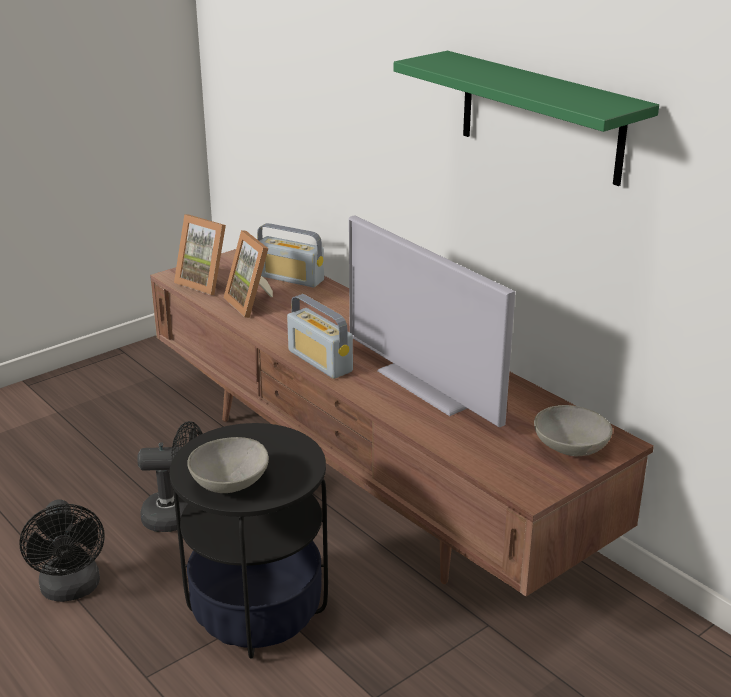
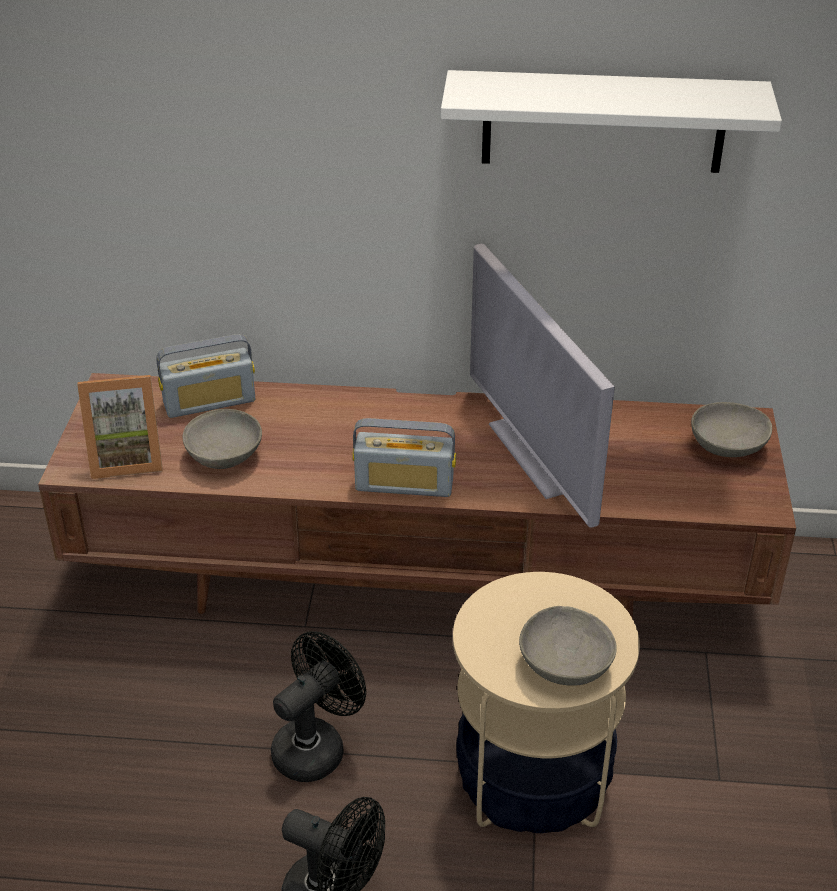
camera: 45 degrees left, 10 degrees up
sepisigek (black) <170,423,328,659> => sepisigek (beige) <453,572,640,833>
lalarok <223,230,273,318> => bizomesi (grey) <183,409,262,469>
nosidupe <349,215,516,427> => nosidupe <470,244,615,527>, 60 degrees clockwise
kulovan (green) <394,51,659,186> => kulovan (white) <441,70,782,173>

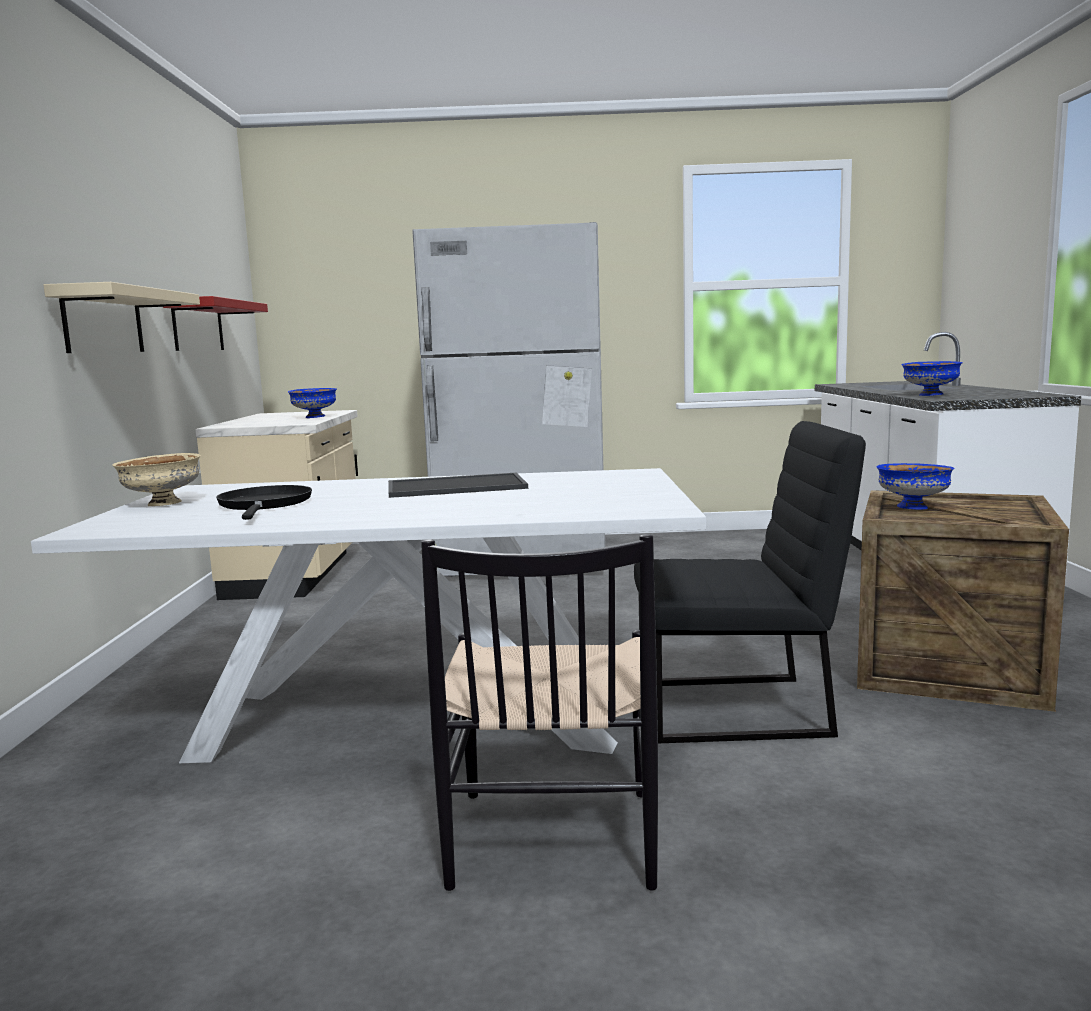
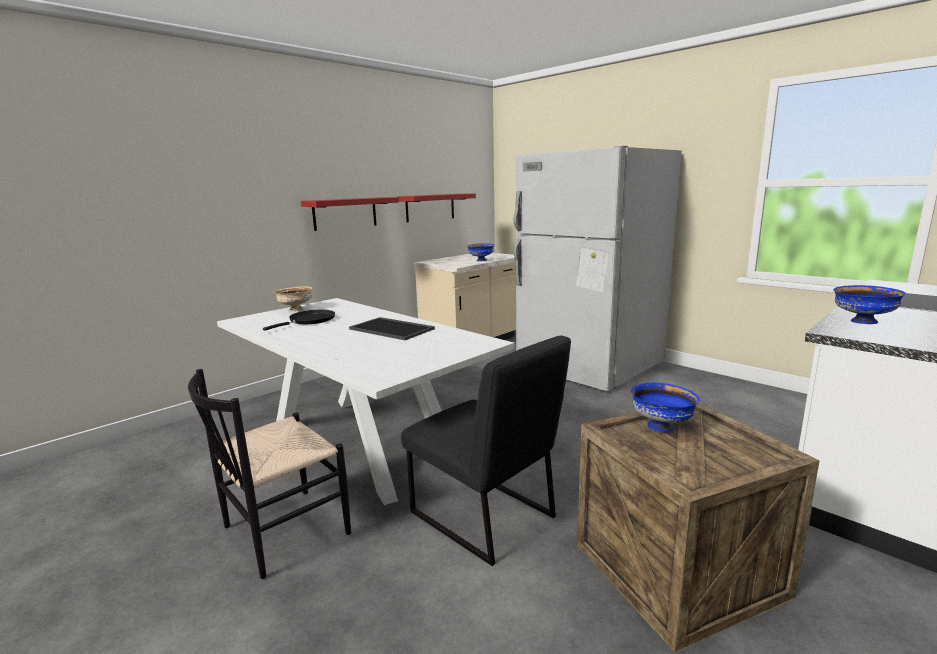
camera: 45 degrees right, 5 degrees up
kulovan (beige) <44,282,200,353> => kulovan (red) <301,197,399,231>

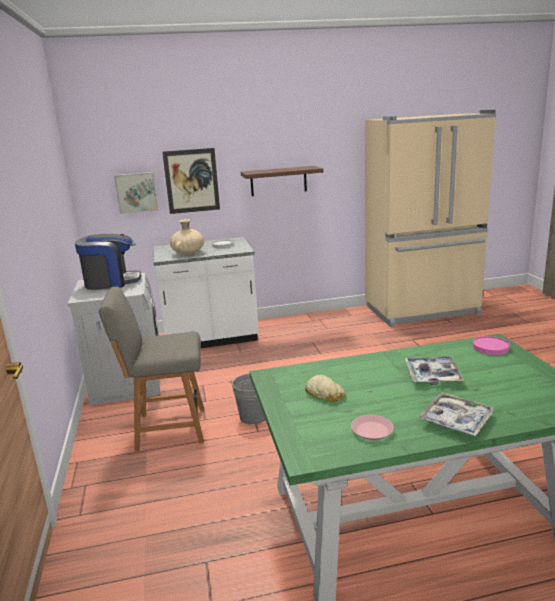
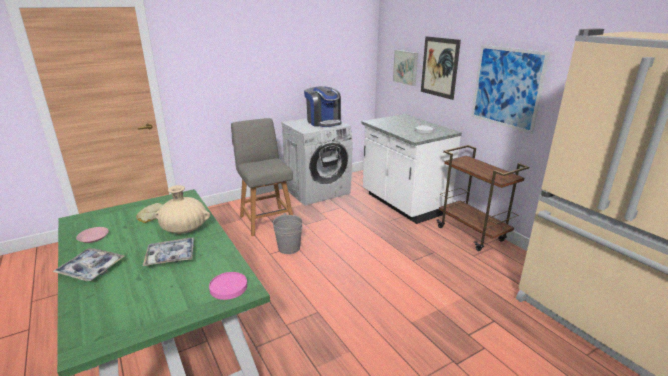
camera: 70 degrees right, 5 degrees up
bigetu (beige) <170,219,204,255> => bigetu (beige) <155,185,210,234>, shifted
kulovan <241,166,323,196> => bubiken <471,45,550,134>
nothing => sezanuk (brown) <437,145,529,251>

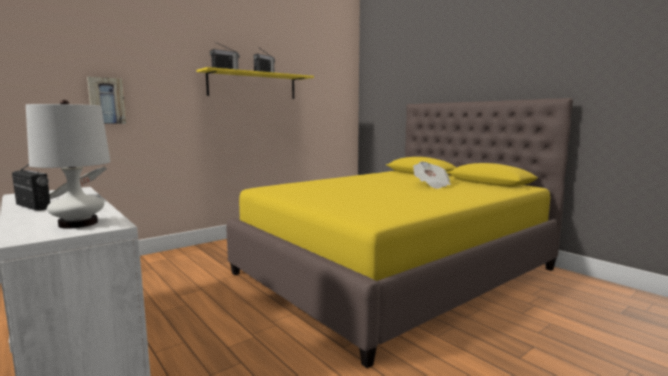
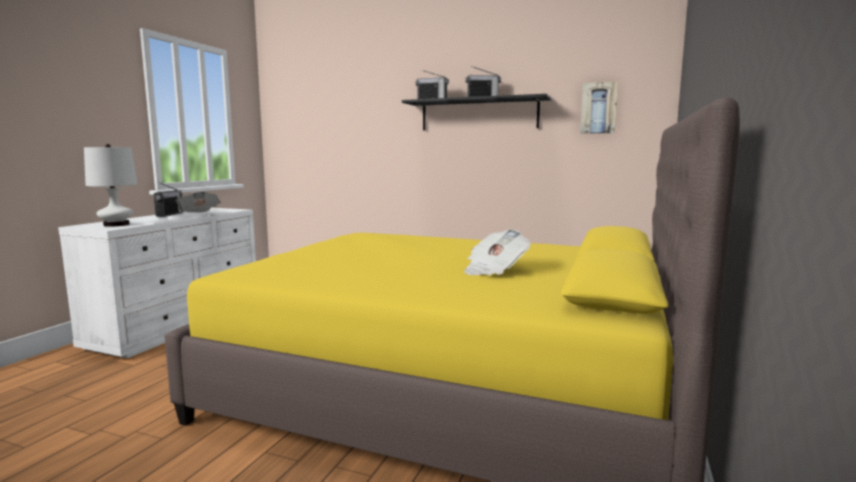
camera: 60 degrees right, 0 degrees up
bubiken <87,77,126,124> => bubiken <580,82,618,134>, shifted
kulovan (yellow) <196,67,314,99> => kulovan (black) <402,94,552,131>

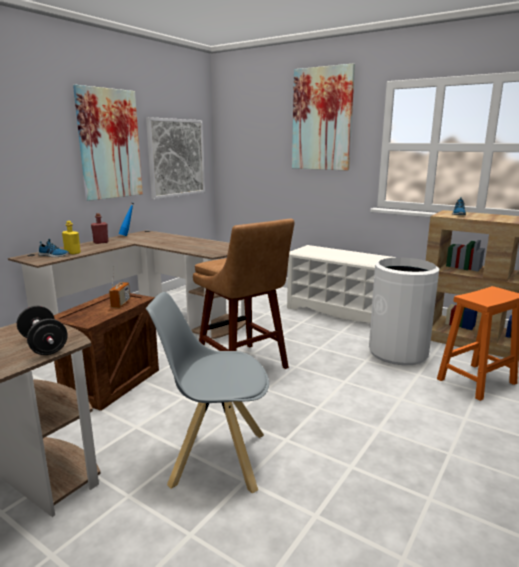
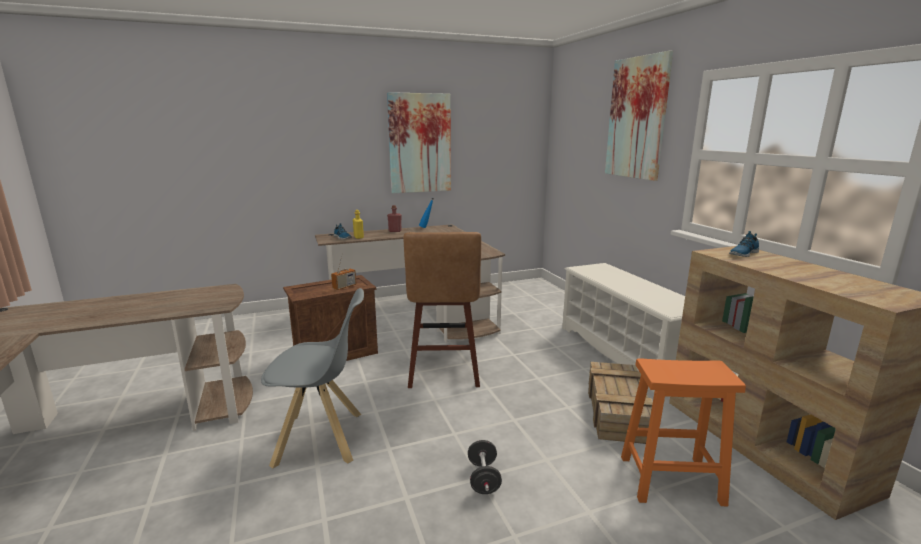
camera: 35 degrees right, 0 degrees up
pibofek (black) <17,306,68,355> => pibofek (black) <468,440,502,494>, shifted
bubiken <146,117,205,199> => nothing
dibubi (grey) <146,292,269,494> => dibubi (grey) <261,288,364,469>, 135 degrees clockwise
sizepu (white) <369,257,439,366> => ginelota <588,362,653,444>

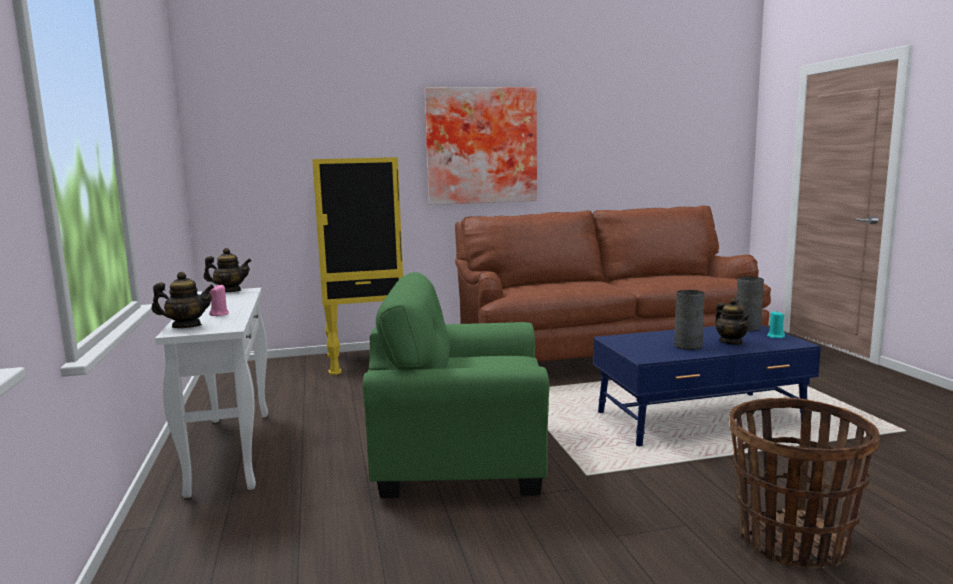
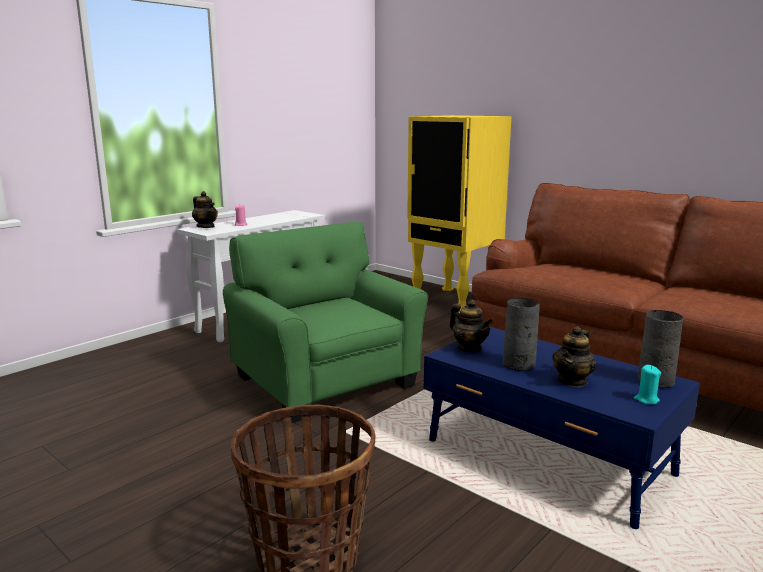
camera: 55 degrees right, 5 degrees up
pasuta <204,248,251,292> => pasuta <449,300,493,352>, shifted
bubiken <425,87,537,205> => nothing

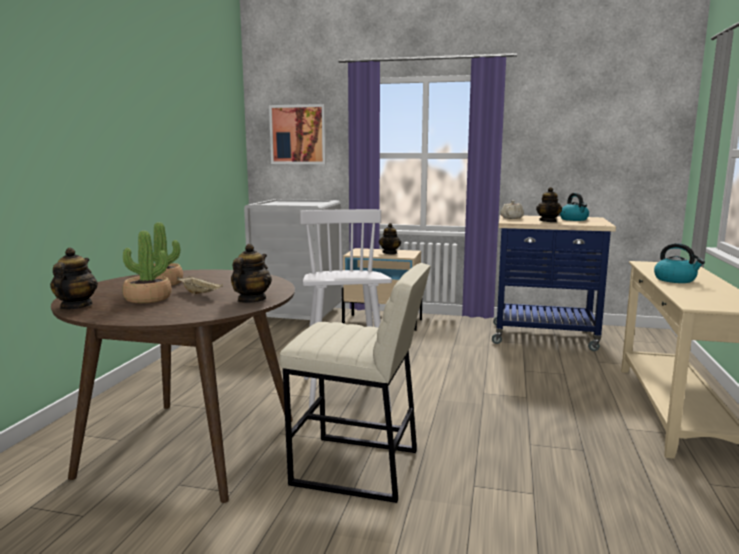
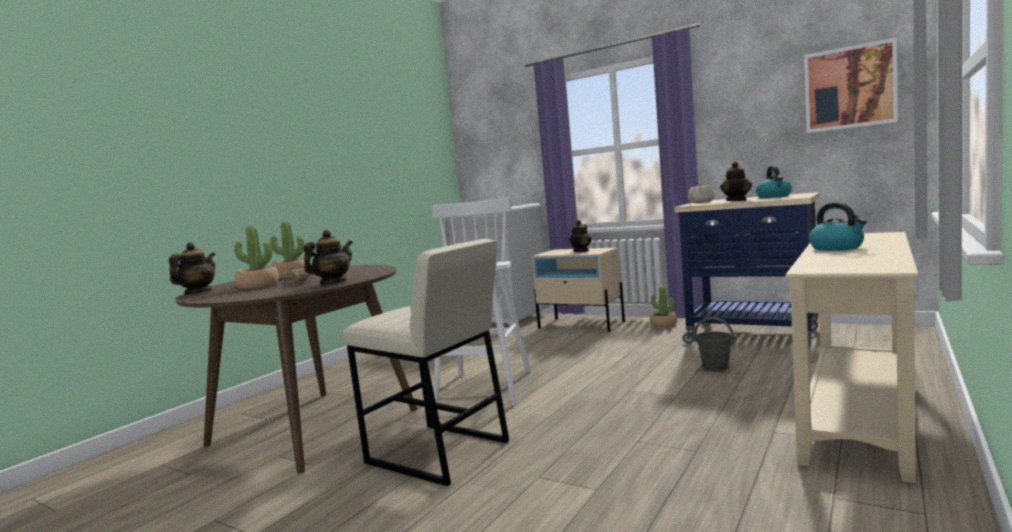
camera: 20 degrees right, 5 degrees down
bubiken <269,104,326,164> => bubiken <804,37,898,133>, shifted
nothing => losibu <650,286,677,327>
nothing => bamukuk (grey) <694,317,735,371>

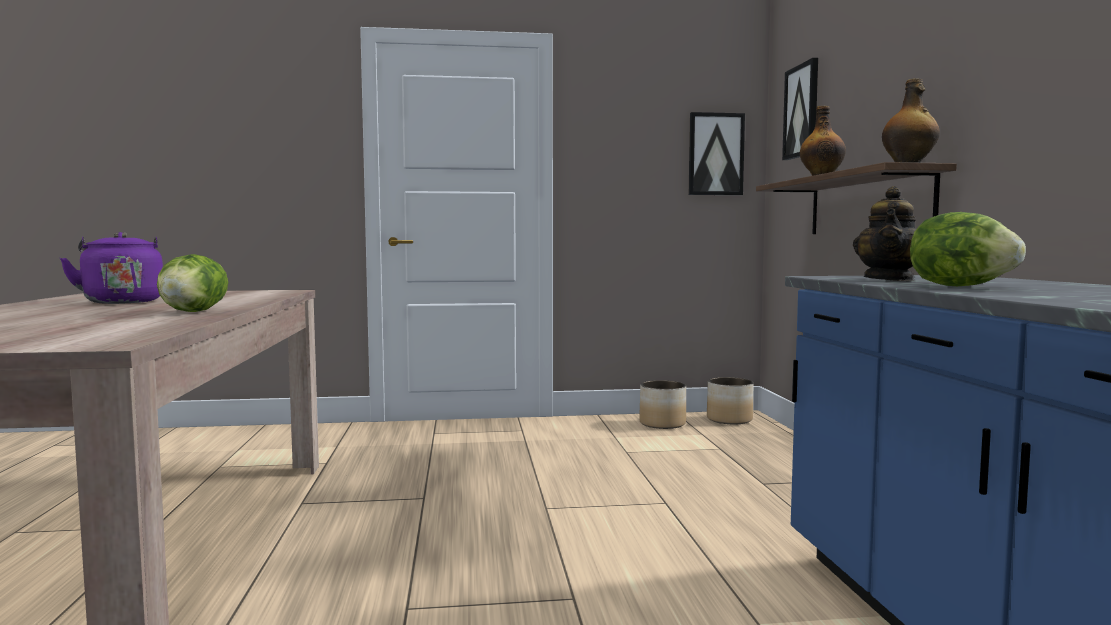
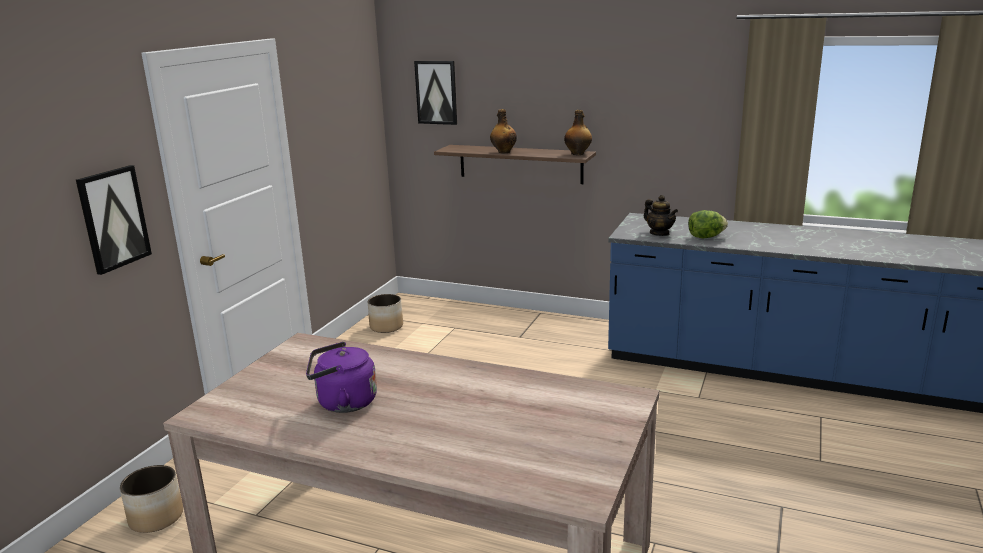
camera: 60 degrees left, 15 degrees up
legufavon <157,254,228,312> => nothing
bubiken <689,112,745,195> => bubiken <76,165,152,275>, shifted
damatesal <707,377,754,424> => damatesal <120,465,183,533>, shifted

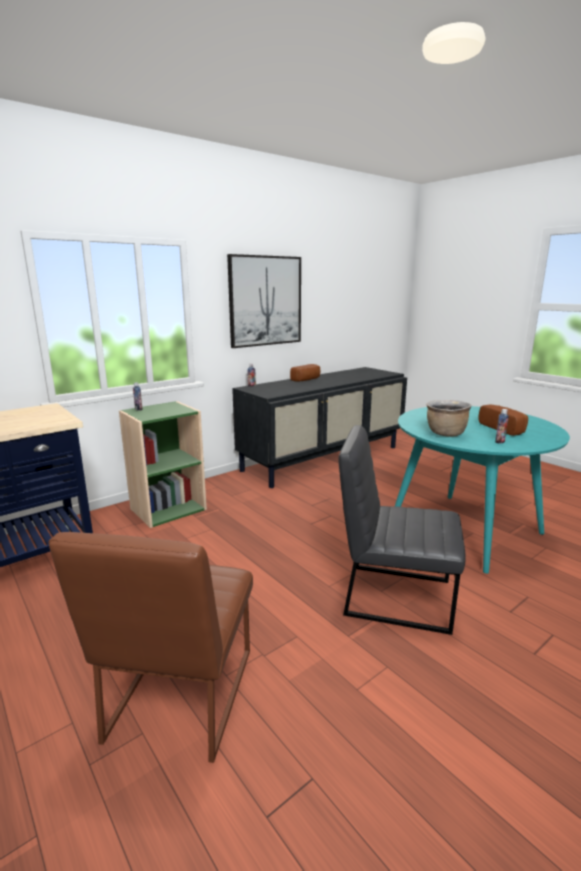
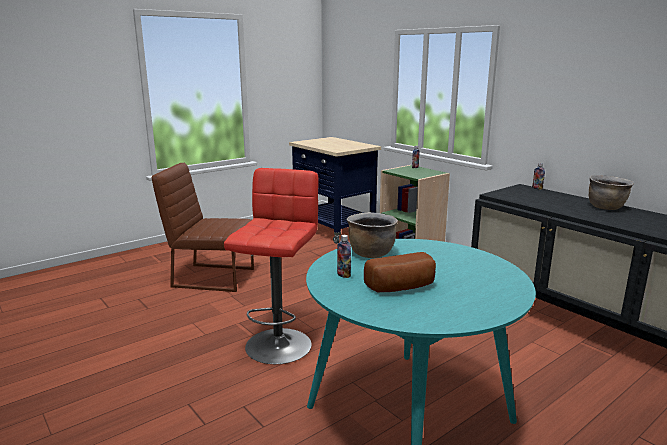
camera: 90 degrees right, 0 degrees up
bubiken <227,254,301,348> => nothing
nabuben <290,364,320,382> => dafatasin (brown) <589,175,634,210>
dibubi (grey) <338,425,466,635> => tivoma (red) <224,168,319,364>

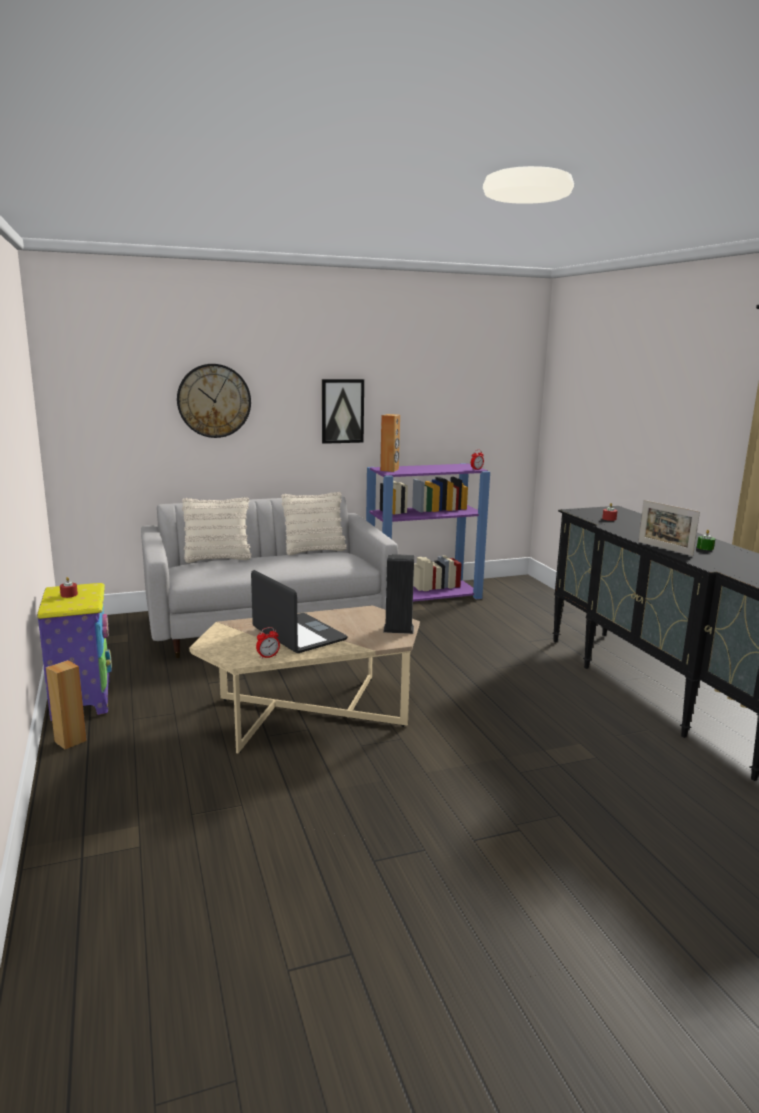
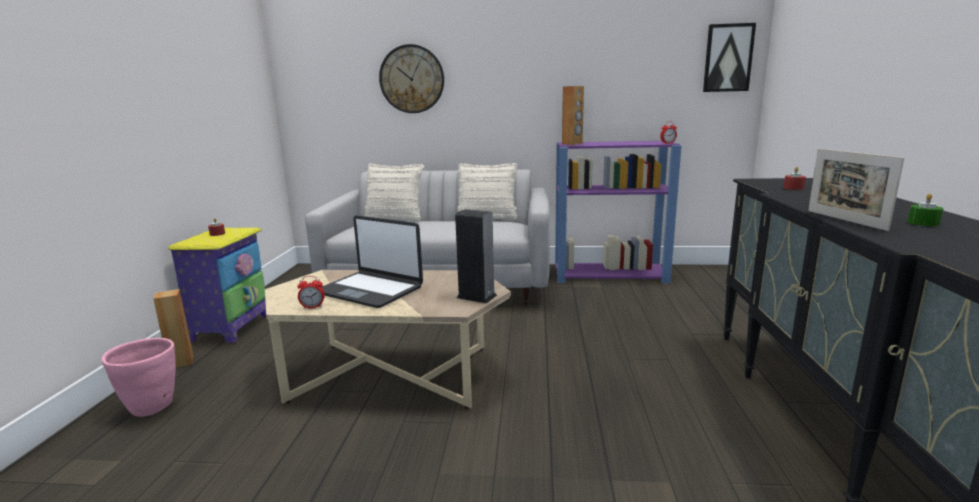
camera: 25 degrees right, 0 degrees up
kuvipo <251,570,347,653> => kuvipo <321,215,423,308>, 135 degrees clockwise
bubiken <322,379,364,444> => bubiken <703,23,756,92>, shifted
nothing => damatesal (pink) <102,338,176,417>

